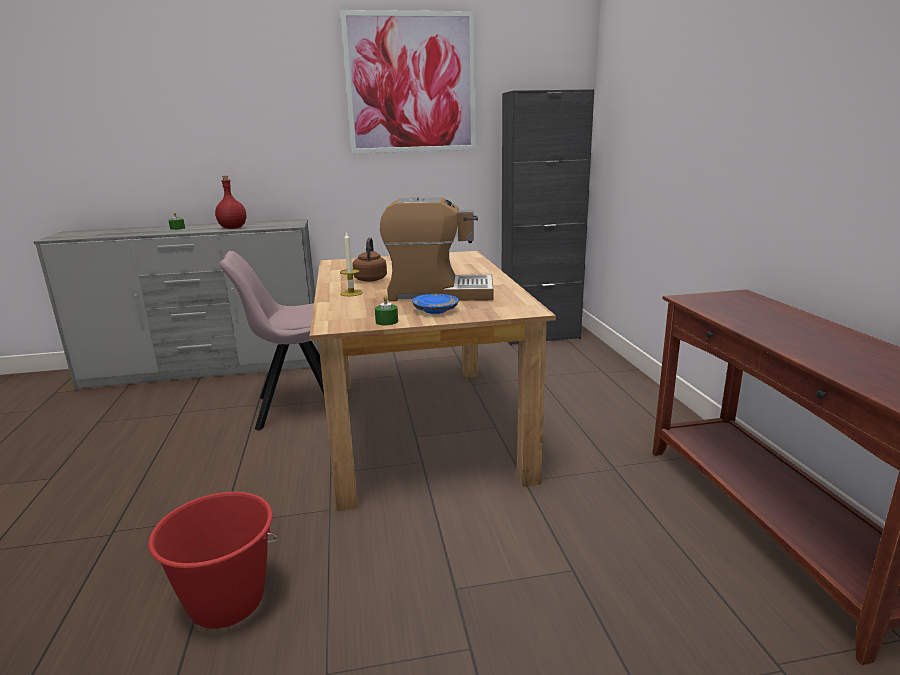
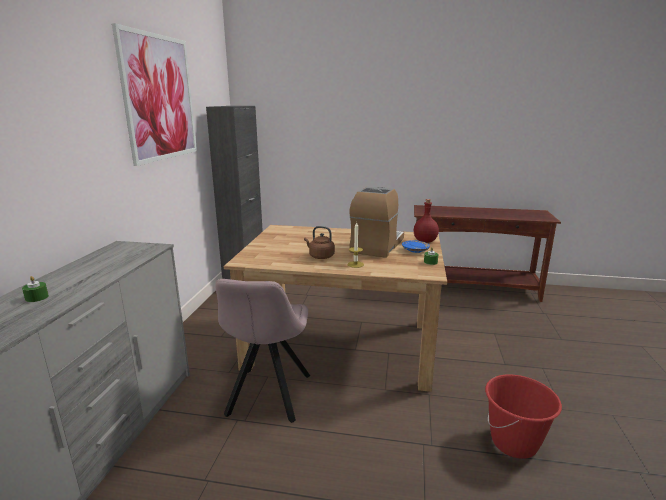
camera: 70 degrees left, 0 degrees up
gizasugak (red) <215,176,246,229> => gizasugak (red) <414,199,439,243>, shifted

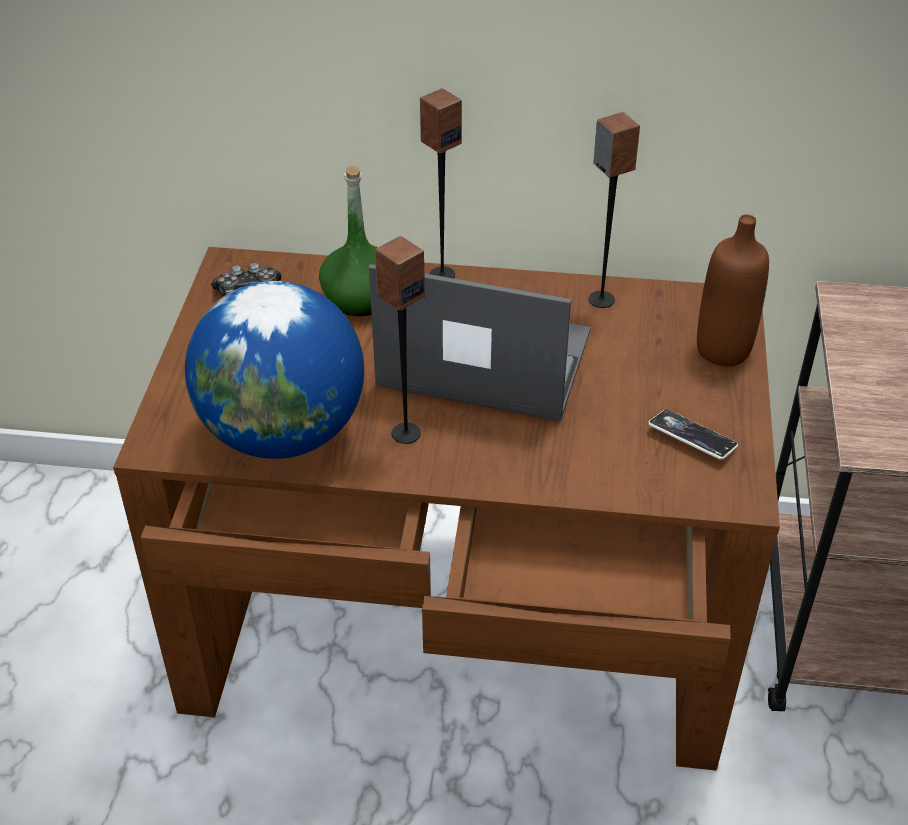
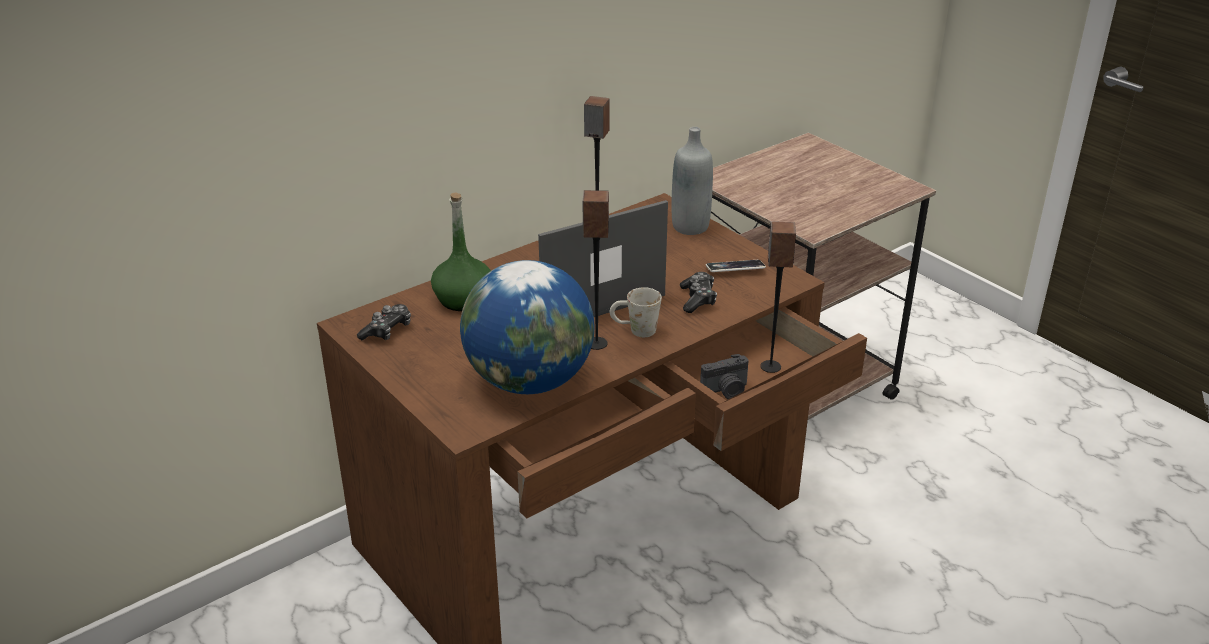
camera: 45 degrees left, 10 degrees down
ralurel <420,88,462,279> => ralurel <760,222,796,373>, shifted
gizasugak (brown) <697,214,769,366> => gizasugak (grey) <672,127,713,235>
nothing => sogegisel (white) <610,287,662,337>
nothing => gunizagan <680,272,717,313>
nothing => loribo <700,354,749,399>

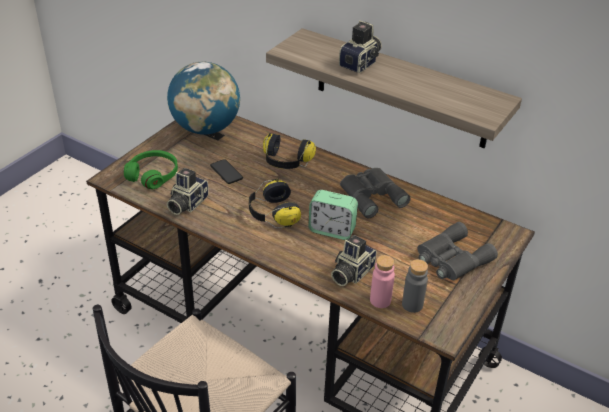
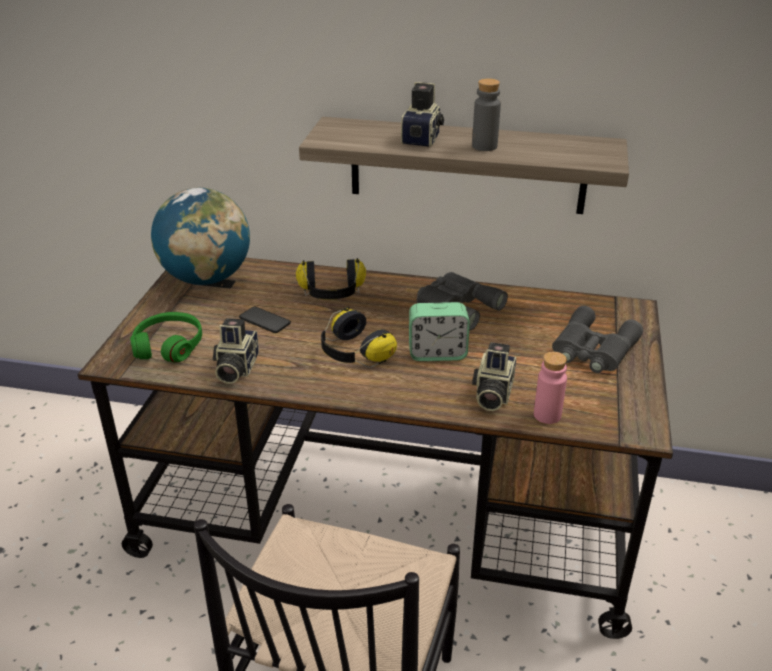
camera: 20 degrees left, 5 degrees down
gizasugak (grey) <402,259,428,313> => gizasugak (grey) <472,78,501,151>, shifted

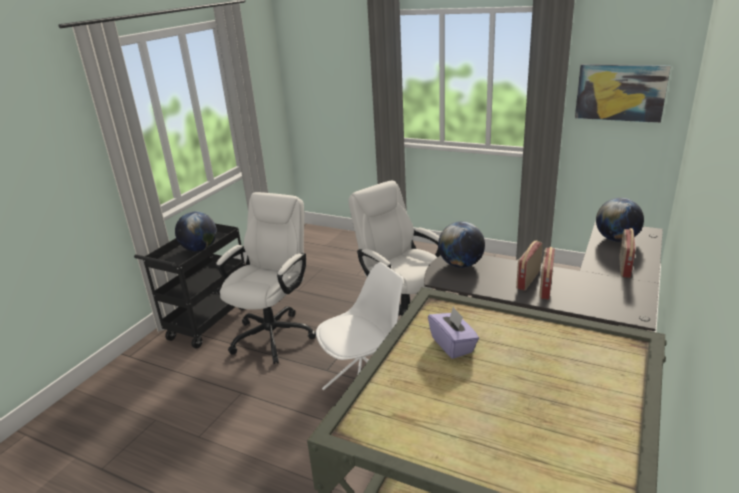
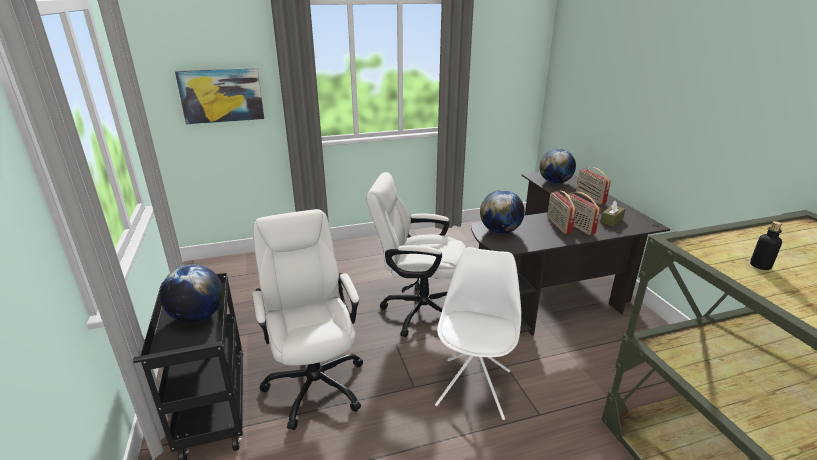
camera: 45 degrees left, 0 degrees up
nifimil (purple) <428,306,479,359> => gizasugak <750,221,782,270>
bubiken <575,64,671,123> => bubiken <175,68,264,124>, shifted
nothing => nifimil (brown) <600,201,625,227>

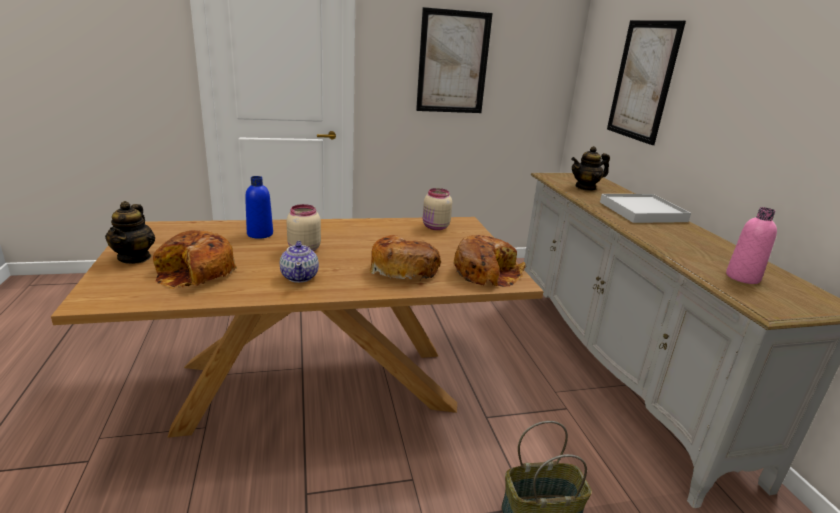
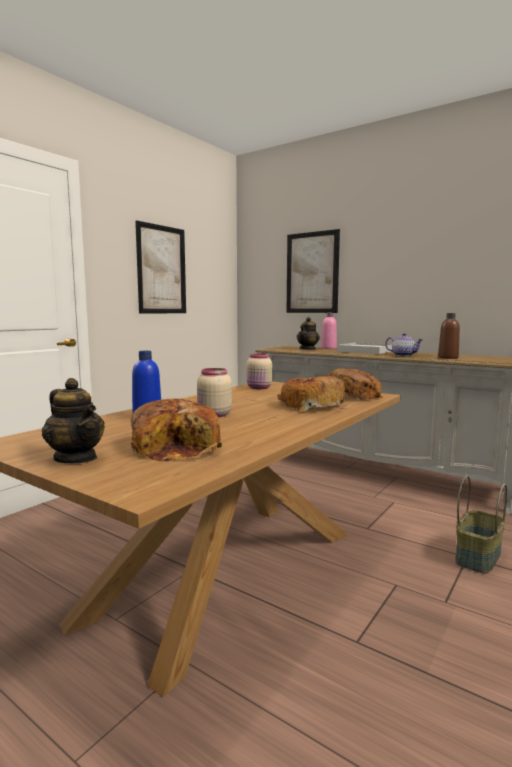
camera: 40 degrees left, 15 degrees down
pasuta <280,241,319,283> => pasuta <385,333,424,356>, shifted
gizasugak (pink) <726,207,777,284> => gizasugak (pink) <321,313,337,349>, shifted
nothing => gizasugak (brown) <438,313,460,359>

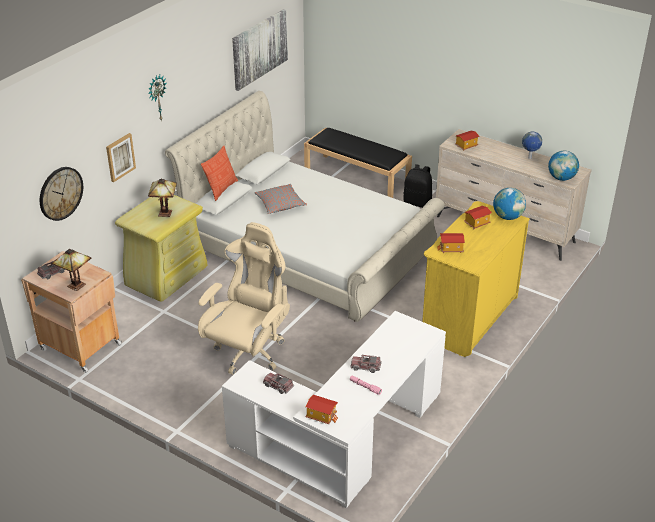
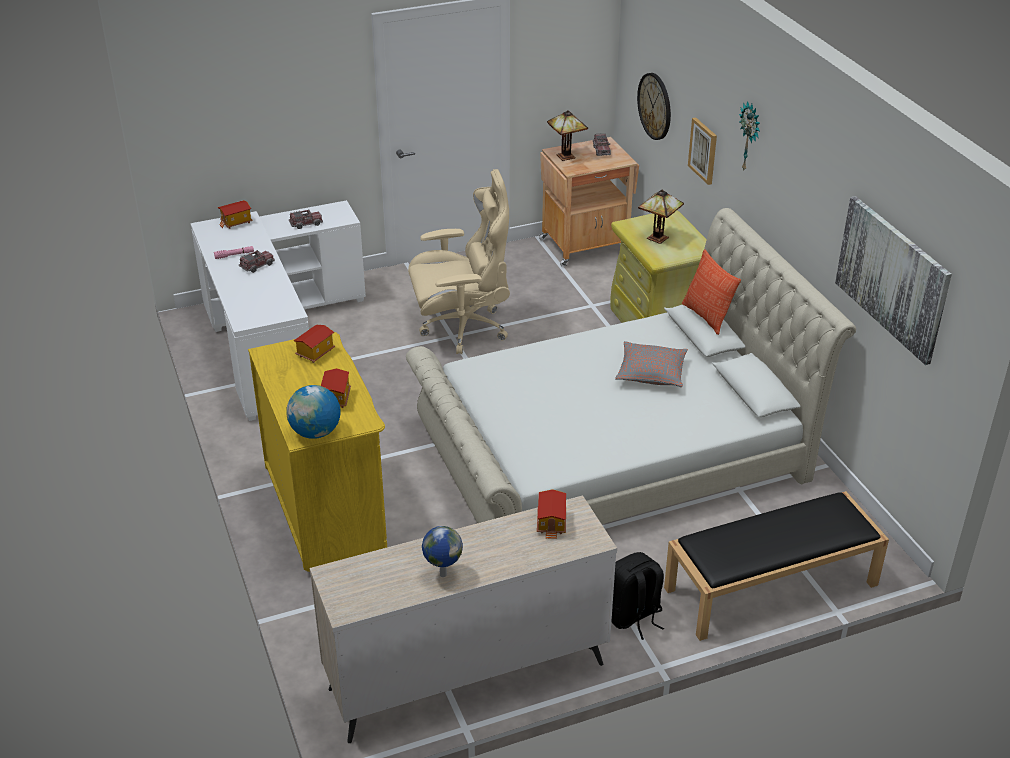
camera: 125 degrees right, 0 degrees up
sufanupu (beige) <198,222,290,375> => sufanupu (beige) <408,169,510,354>, 75 degrees counterclockwise
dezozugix <548,151,579,181> => nothing

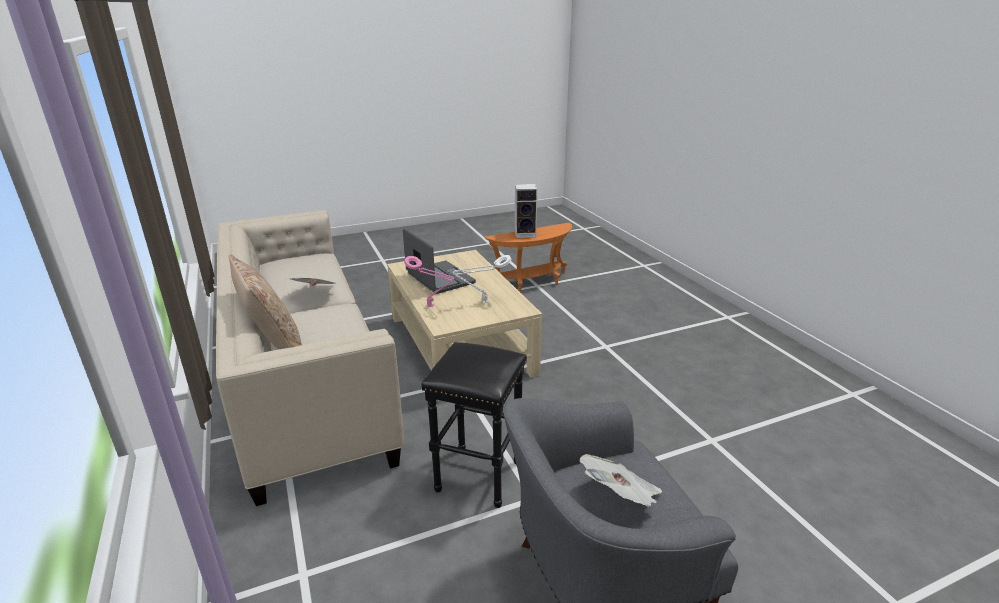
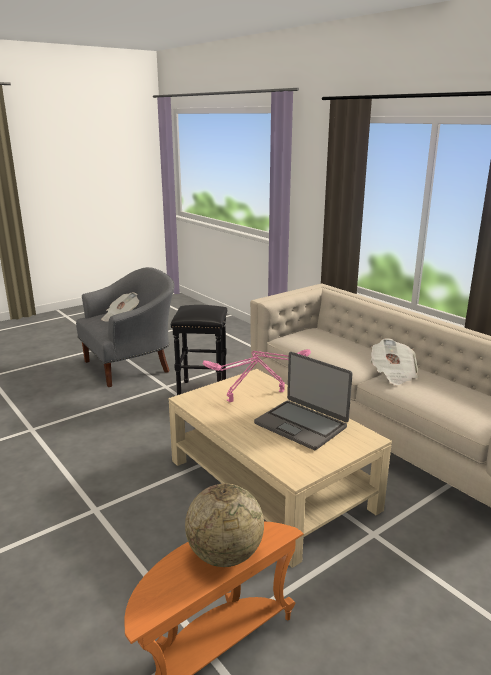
camera: 165 degrees right, 5 degrees down
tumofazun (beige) <228,254,302,349> => nothing
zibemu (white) <453,255,511,304> => zibemu (pink) <203,357,258,403>
ralurel <515,184,537,238> => dezozugix <185,483,264,567>

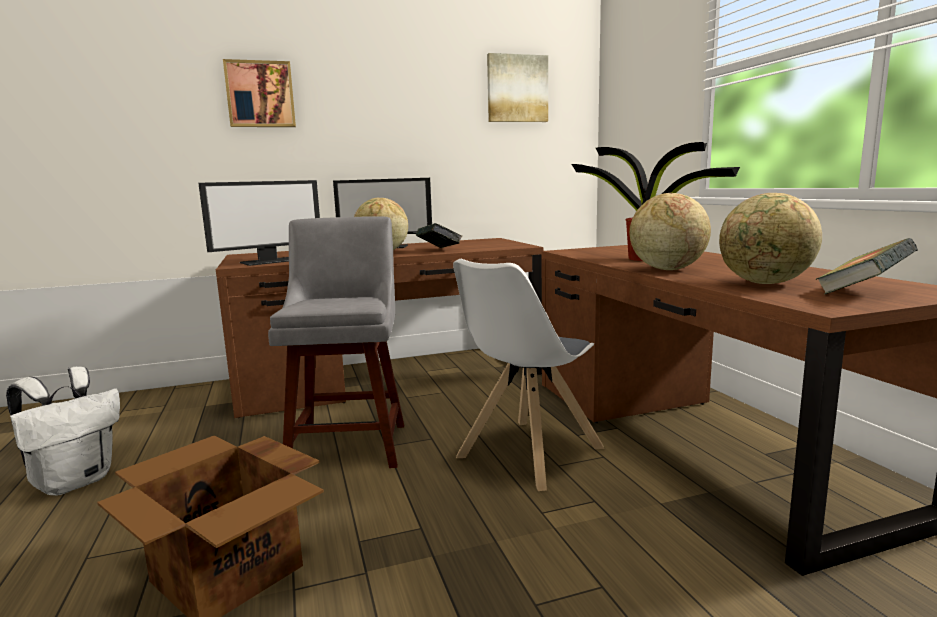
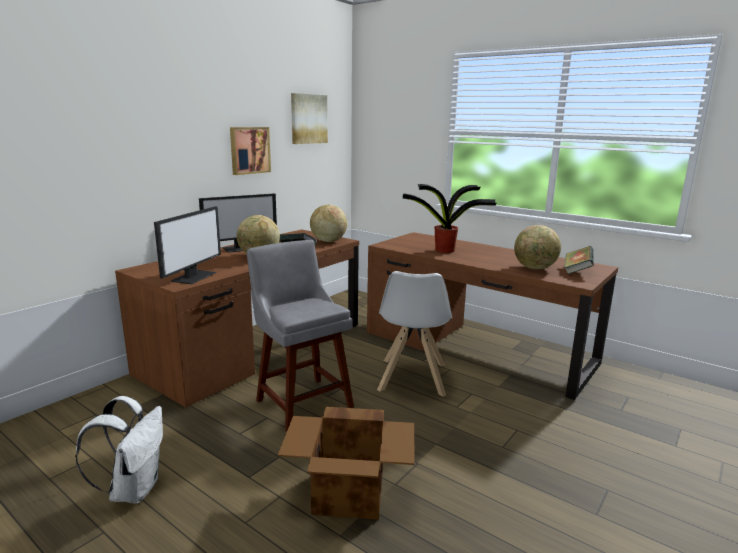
camera: 35 degrees left, 5 degrees up
bubiken <223,59,296,127> => bubiken <230,127,271,175>, shifted
dezozugix <630,193,711,270> => dezozugix <310,205,347,242>, shifted

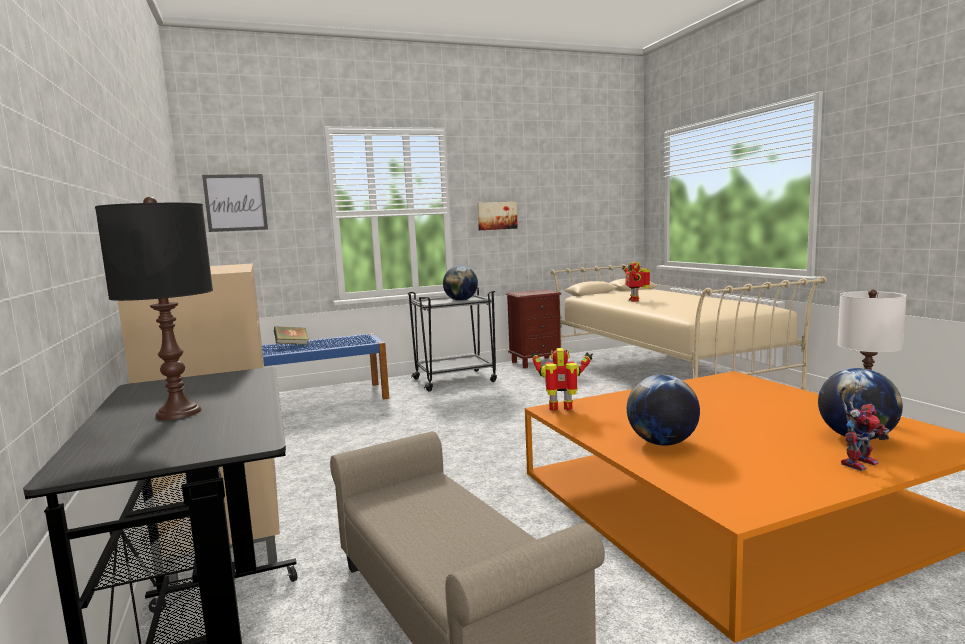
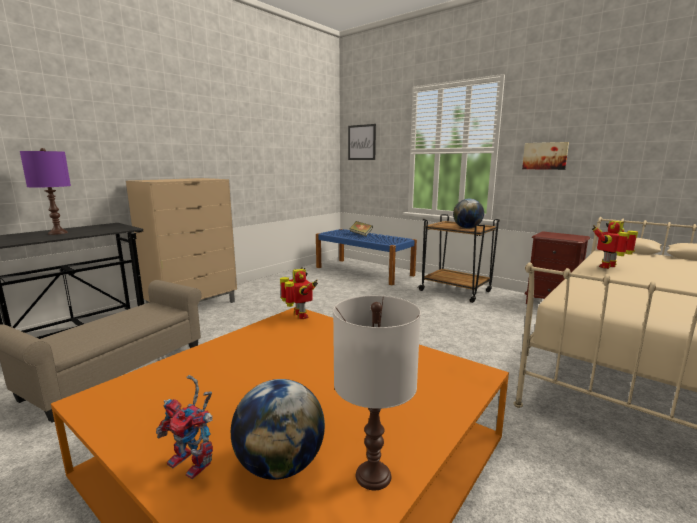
camera: 60 degrees right, 5 degrees up
zibemu (black) <95,197,213,420> => zibemu (purple) <20,148,71,235>
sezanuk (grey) <408,287,497,391> => sezanuk (brown) <418,214,500,303>
dezozugix <627,375,700,446> => nothing

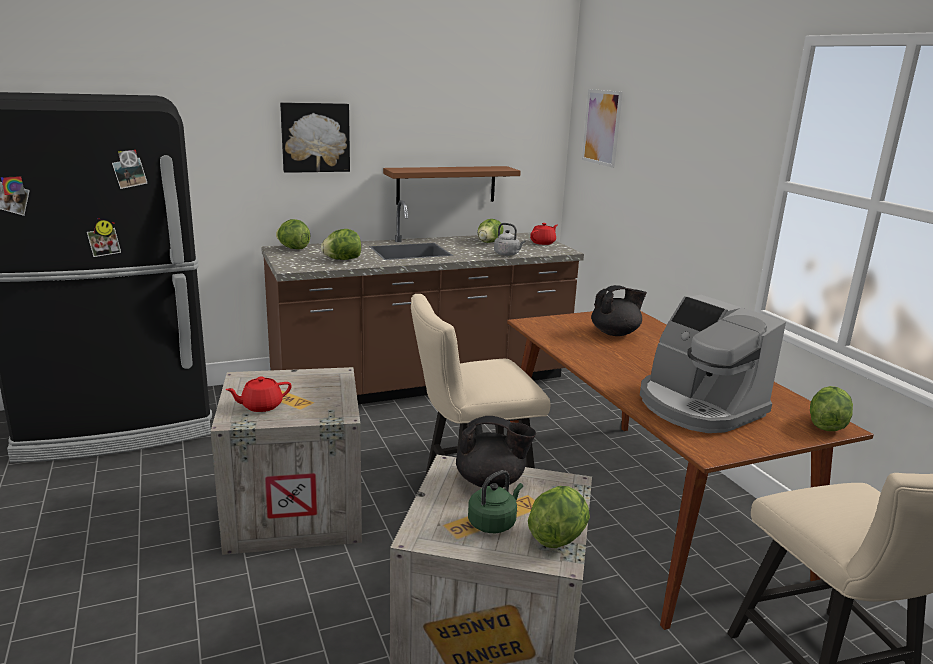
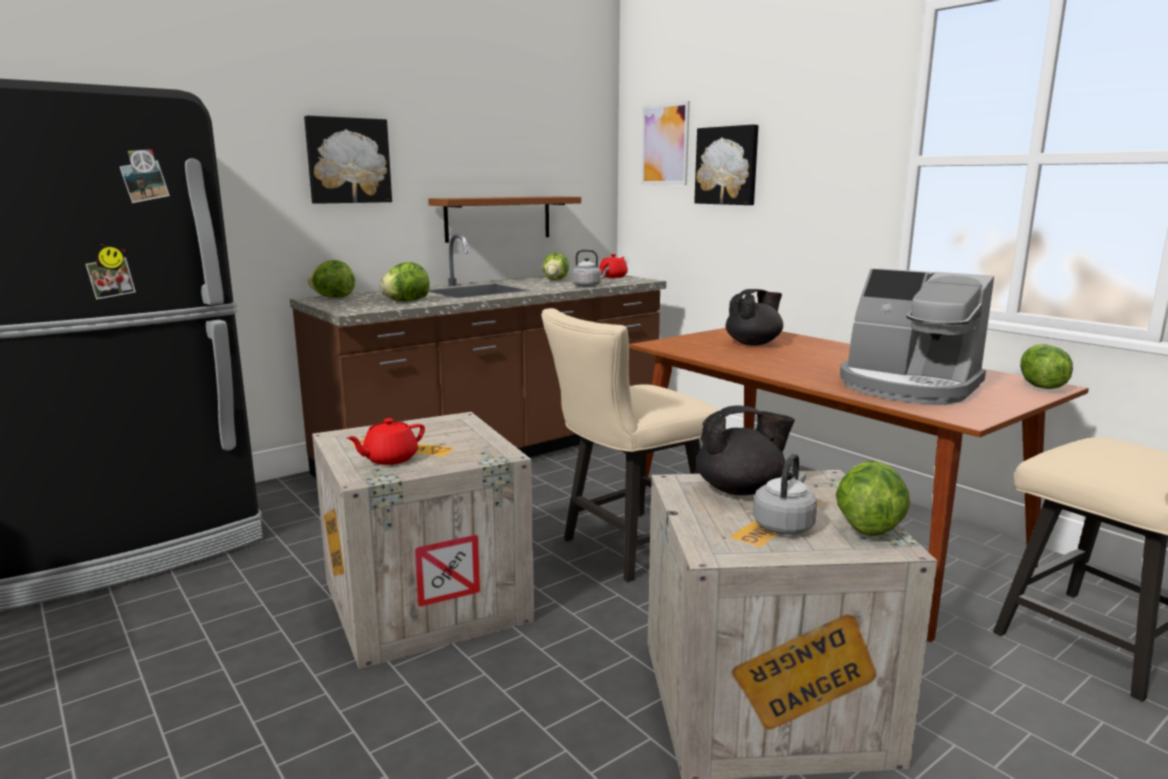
camera: 15 degrees left, 5 degrees down
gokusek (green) <468,470,523,533> => gokusek (grey) <753,454,817,535>
nothing => bubiken <694,124,758,205>

